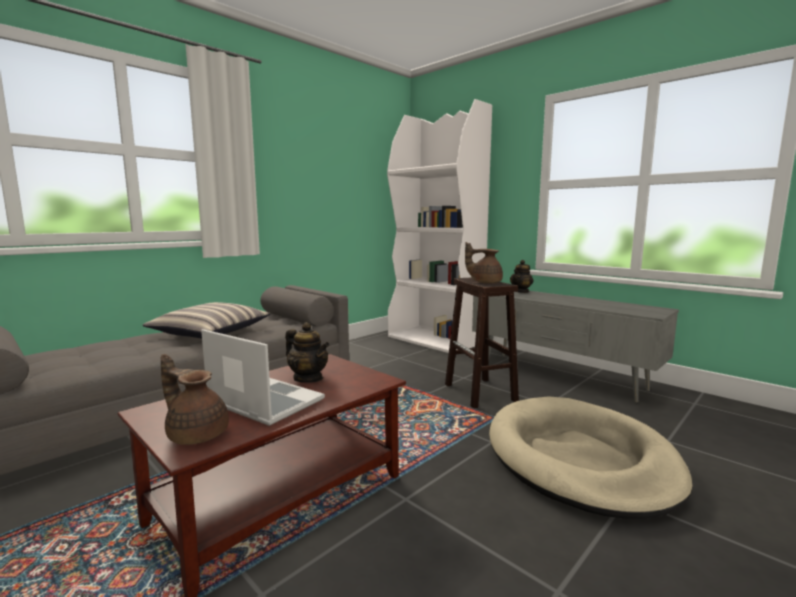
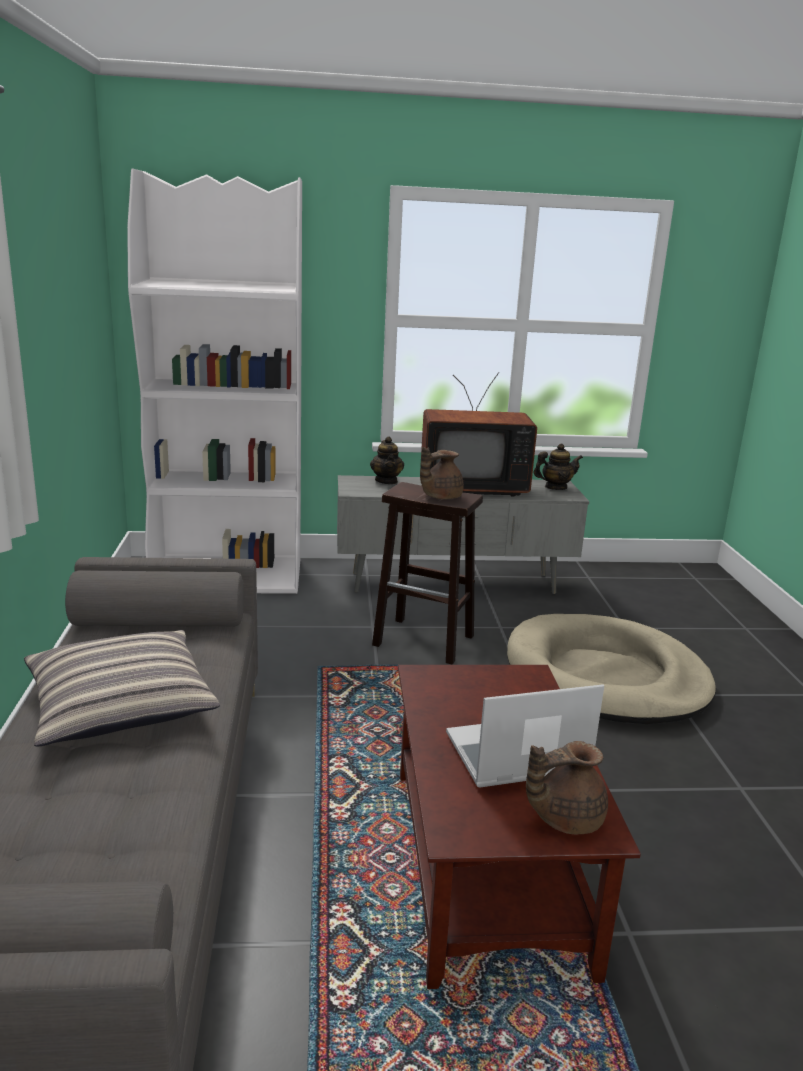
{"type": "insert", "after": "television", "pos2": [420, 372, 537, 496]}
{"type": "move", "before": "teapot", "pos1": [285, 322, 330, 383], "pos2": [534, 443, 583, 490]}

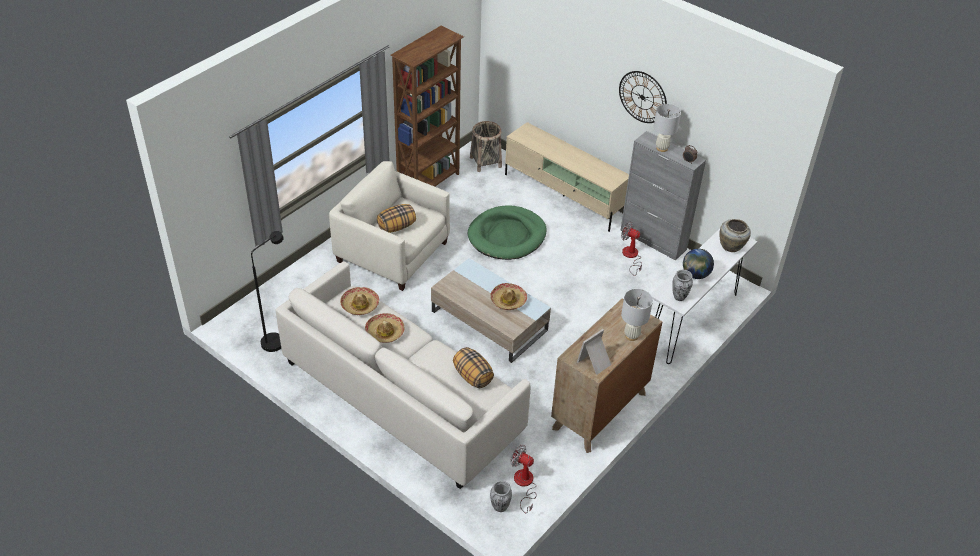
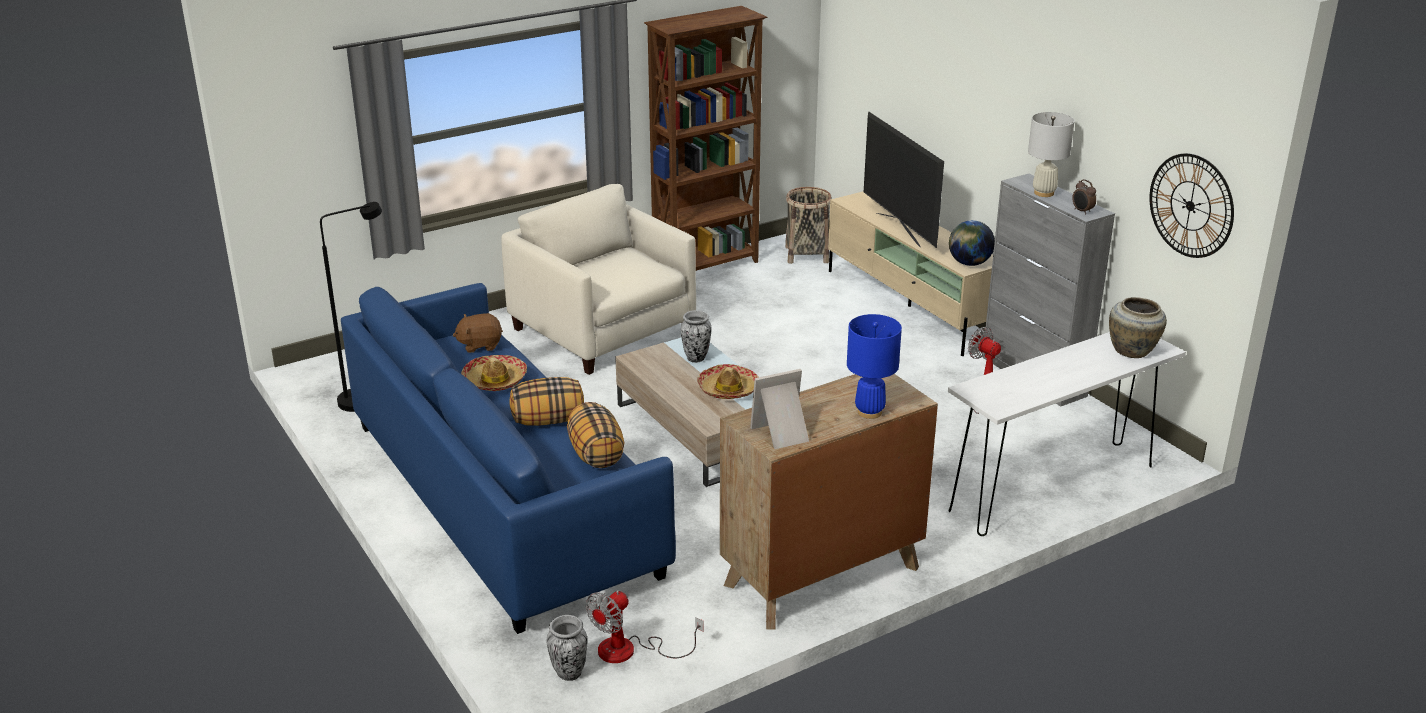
{"type": "delete", "before": "dog bed (green-coloured)", "pos1": [468, 205, 547, 260]}
{"type": "insert", "after": "television", "pos2": [864, 111, 944, 248]}
{"type": "move", "before": "throw pillow", "pos1": [377, 204, 416, 233], "pos2": [510, 377, 584, 426]}
{"type": "move", "before": "hanging clock", "pos1": [619, 71, 667, 123], "pos2": [1149, 153, 1234, 258]}
{"type": "move", "before": "flower vase", "pos1": [672, 270, 693, 301], "pos2": [681, 310, 712, 363]}
{"type": "move", "before": "world globe", "pos1": [683, 249, 714, 279], "pos2": [949, 220, 995, 266]}
{"type": "replace", "before": "clothing hat", "after": "plush toy (brown)", "pos1": [340, 287, 379, 315], "pos2": [453, 313, 503, 353]}
{"type": "recolor", "before": "sofa (whitish)", "after": "sofa (bluish)", "pos1": [276, 261, 530, 489], "pos2": [341, 283, 676, 634]}
{"type": "recolor", "before": "lamp for a table (whitish)", "after": "lamp for a table (bluish)", "pos1": [621, 289, 653, 341], "pos2": [847, 314, 902, 419]}
{"type": "rotate", "before": "cooling fan", "pos1": [510, 445, 537, 513], "pos2": [586, 590, 703, 663], "turn": -105}

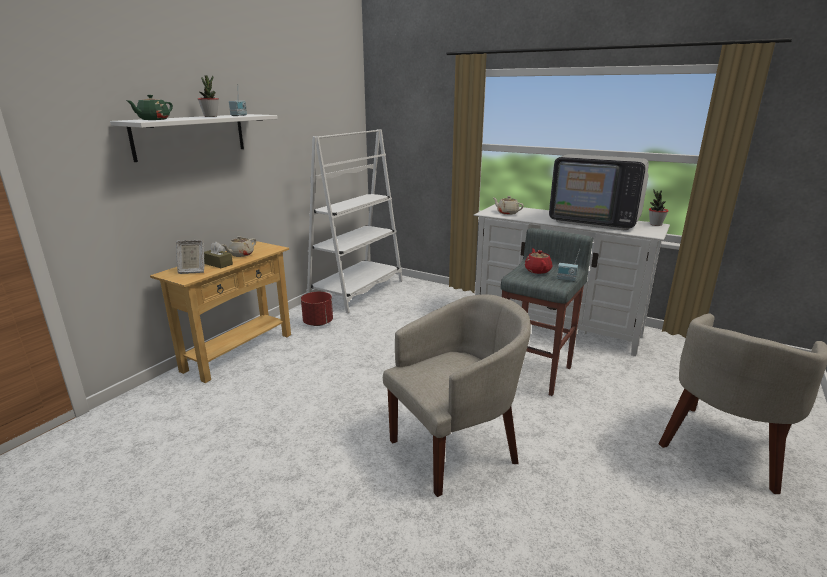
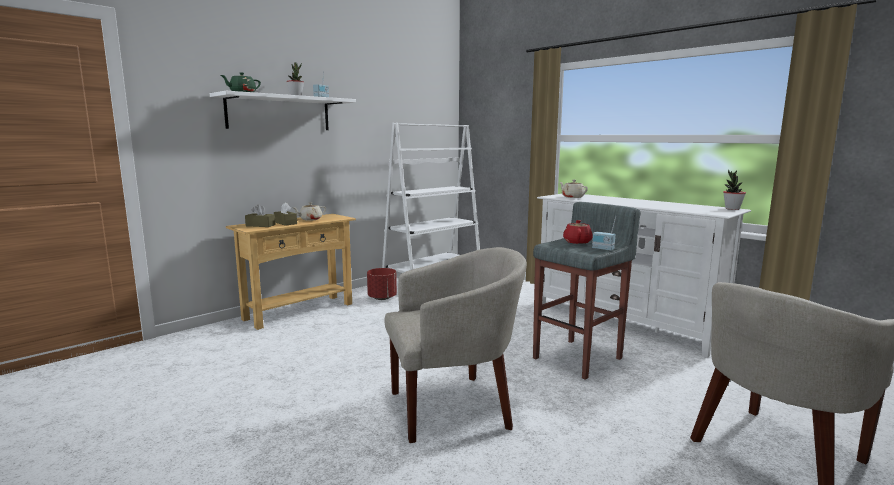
{"type": "delete", "before": "television", "pos1": [549, 154, 649, 230]}
{"type": "replace", "before": "standing frame", "after": "tissue holder (brown)", "pos1": [176, 240, 204, 274], "pos2": [245, 204, 275, 227]}

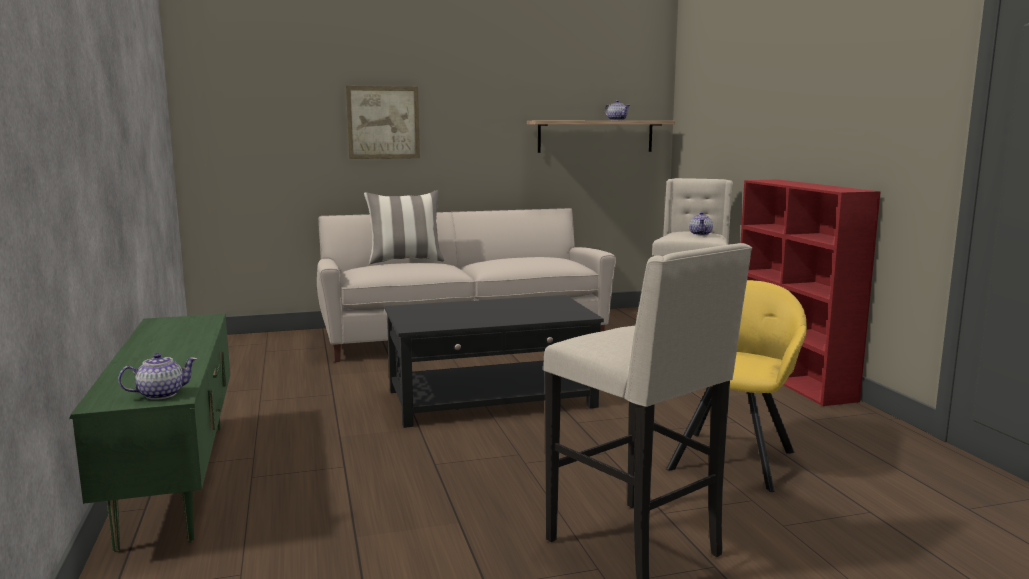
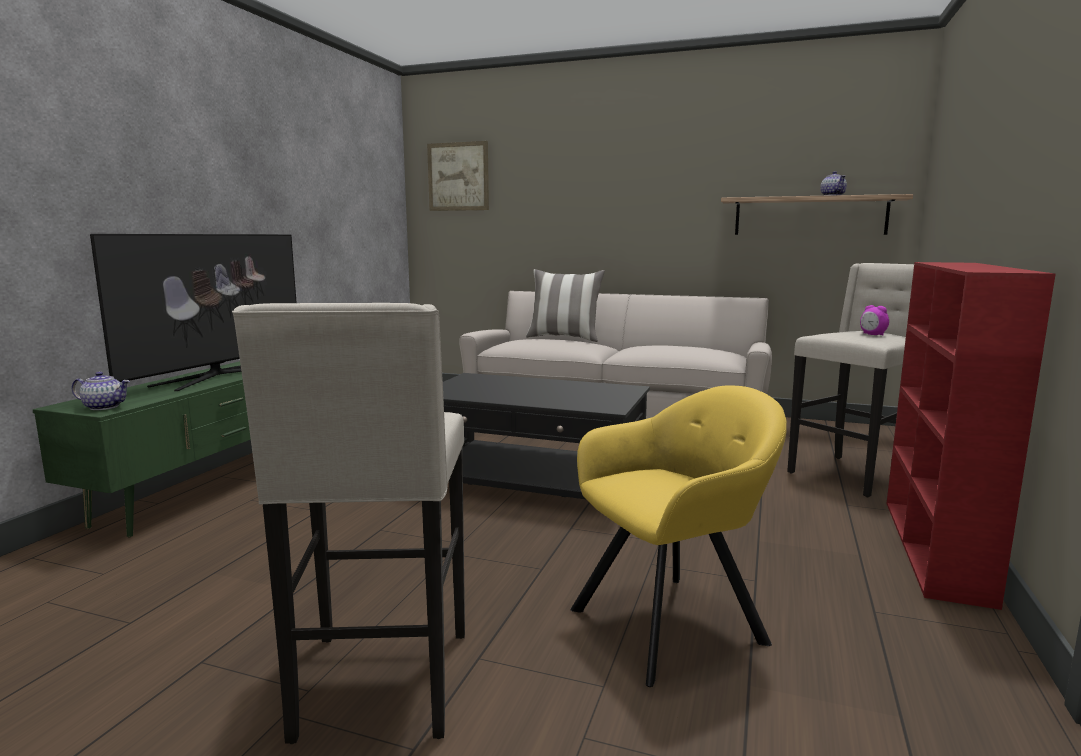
{"type": "insert", "after": "television", "pos2": [90, 234, 297, 391]}
{"type": "move", "before": "wall art", "pos1": [346, 86, 420, 159], "pos2": [427, 141, 489, 211]}
{"type": "replace", "before": "teapot", "after": "alarm clock", "pos1": [689, 212, 713, 235], "pos2": [860, 305, 889, 335]}

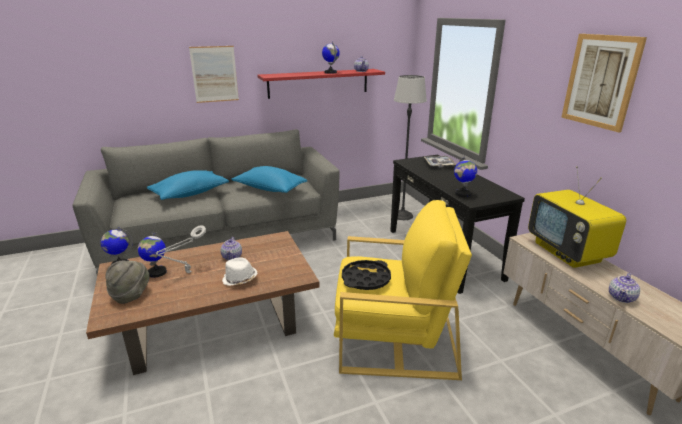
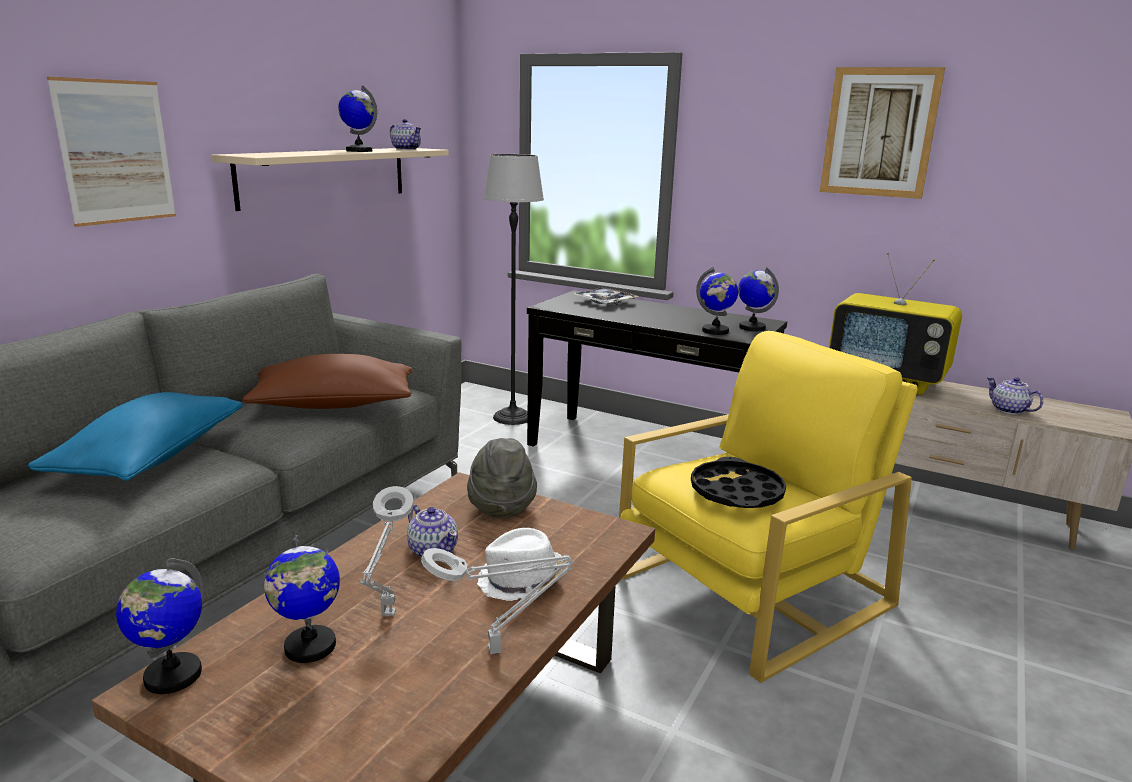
{"type": "insert", "after": "lamp for a table (gray)", "pos2": [421, 548, 573, 654]}
{"type": "insert", "after": "world globe", "pos2": [738, 267, 779, 331]}
{"type": "move", "before": "clothing hat (gray)", "pos1": [105, 261, 150, 304], "pos2": [467, 438, 537, 518]}
{"type": "recolor", "before": "throw pillow (bluish)", "after": "throw pillow (brown)", "pos1": [231, 166, 308, 193], "pos2": [242, 354, 413, 409]}
{"type": "recolor", "before": "shelf (red)", "after": "shelf (beige)", "pos1": [257, 69, 385, 99], "pos2": [211, 148, 449, 211]}
{"type": "rotate", "before": "teapot", "pos1": [609, 273, 640, 303], "pos2": [987, 377, 1044, 414], "turn": 150}

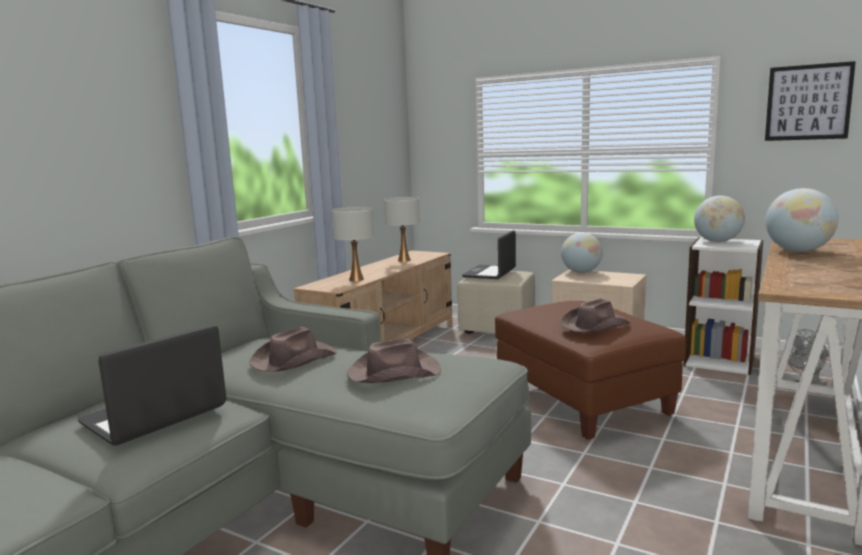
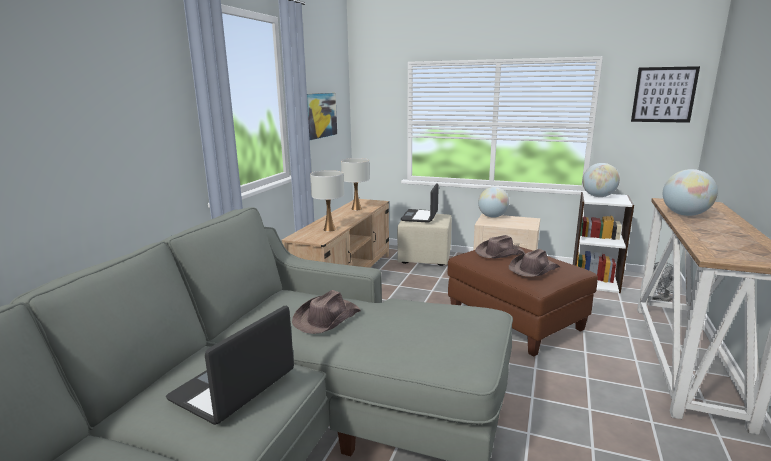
{"type": "insert", "after": "wall art", "pos2": [307, 93, 337, 140]}
{"type": "move", "before": "clothing hat (brown)", "pos1": [347, 338, 441, 383], "pos2": [475, 235, 525, 258]}

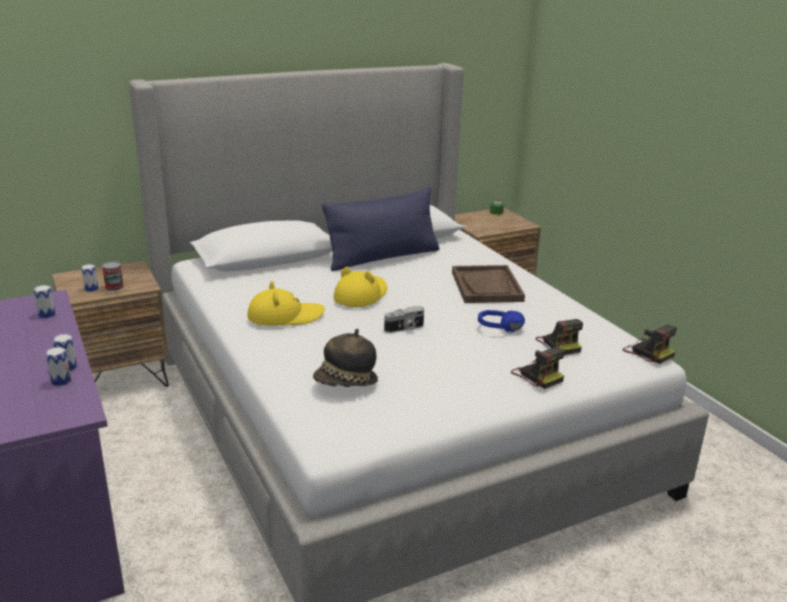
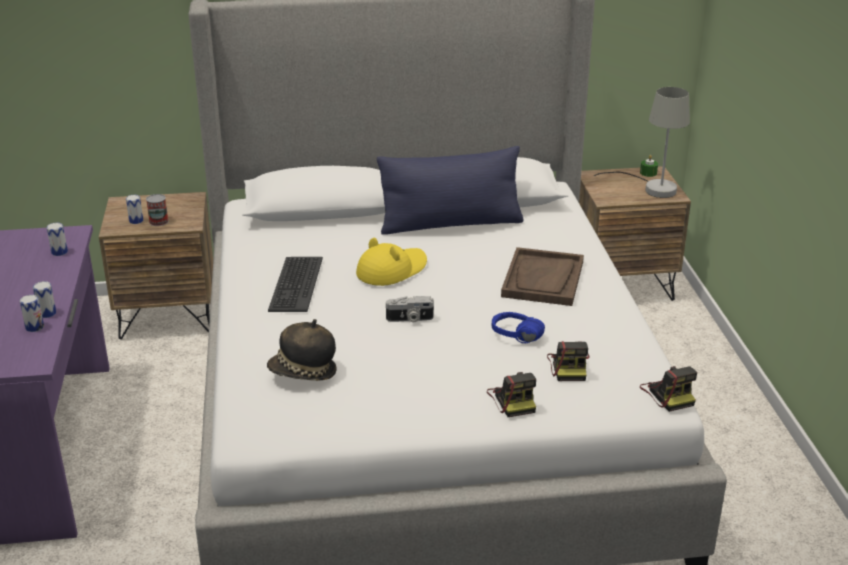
{"type": "insert", "after": "lamp for a table (gray)", "pos2": [594, 87, 690, 198]}
{"type": "replace", "before": "clothing hat (yellow)", "after": "PC keyboard", "pos1": [247, 281, 325, 326], "pos2": [268, 257, 323, 312]}

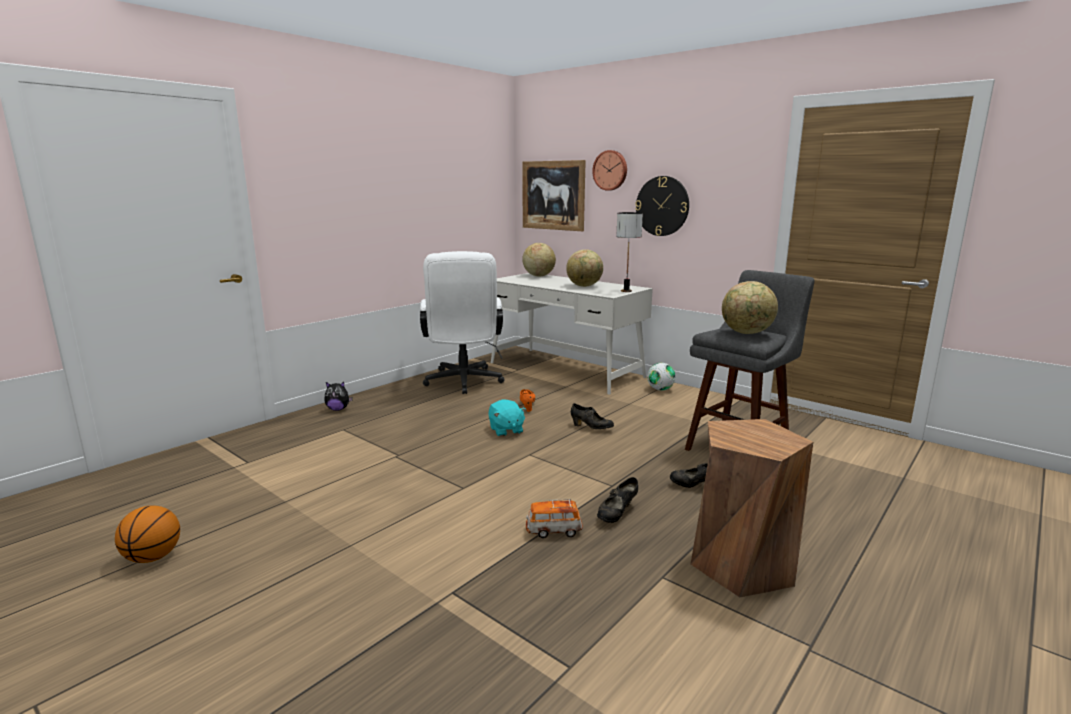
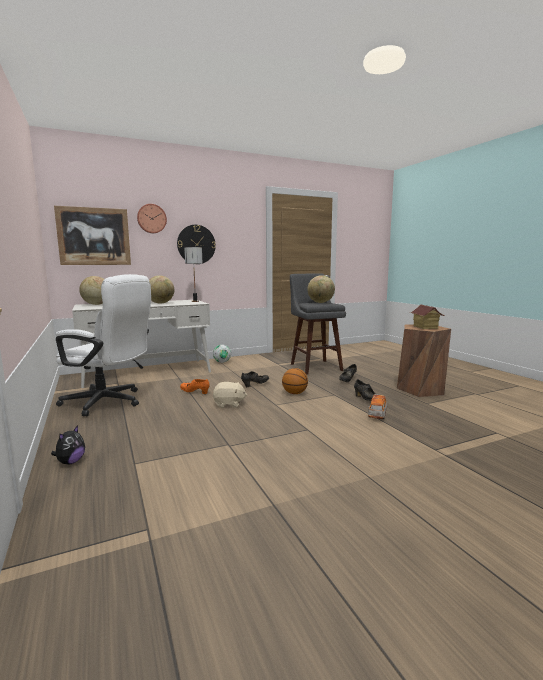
{"type": "insert", "after": "miniature house", "pos2": [410, 304, 444, 329]}
{"type": "move", "before": "basketball", "pos1": [115, 505, 180, 563], "pos2": [282, 368, 308, 394]}
{"type": "recolor", "before": "plush toy (blue-green)", "after": "plush toy (beige)", "pos1": [488, 399, 527, 437], "pos2": [213, 382, 247, 408]}

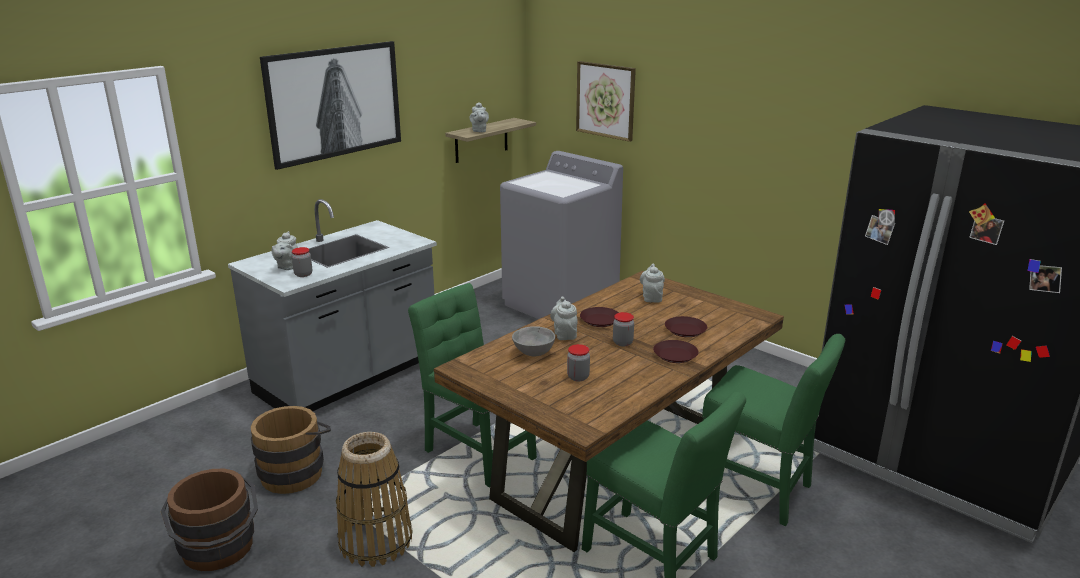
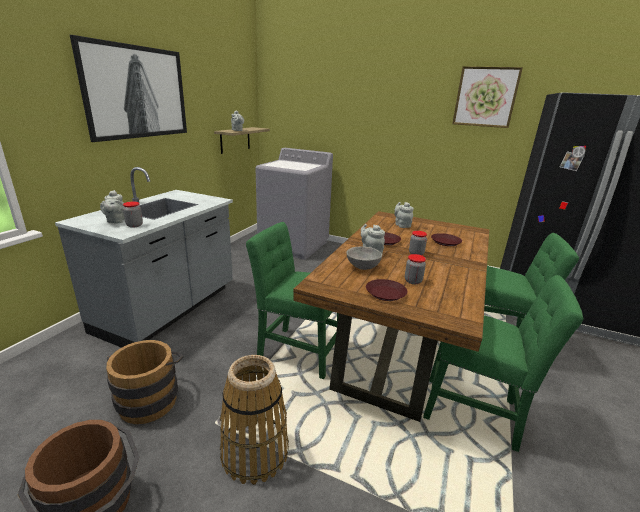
{"type": "move", "before": "wall art", "pos1": [576, 61, 636, 142], "pos2": [452, 66, 523, 128]}
{"type": "move", "before": "flat dish (brown)", "pos1": [653, 340, 699, 363], "pos2": [366, 279, 407, 301]}

